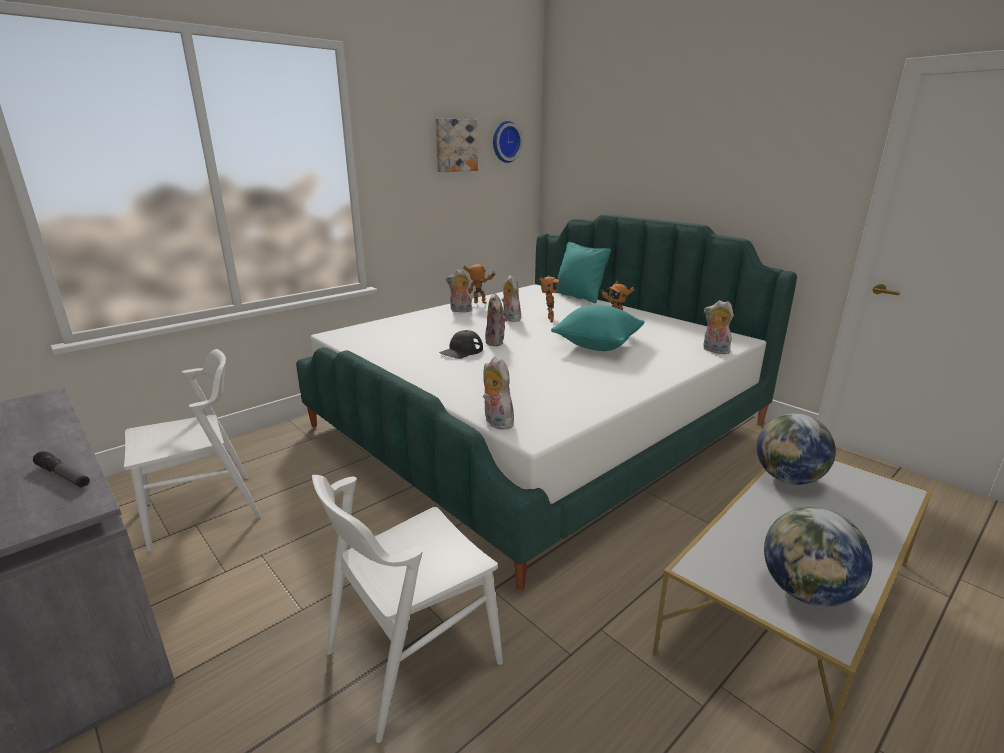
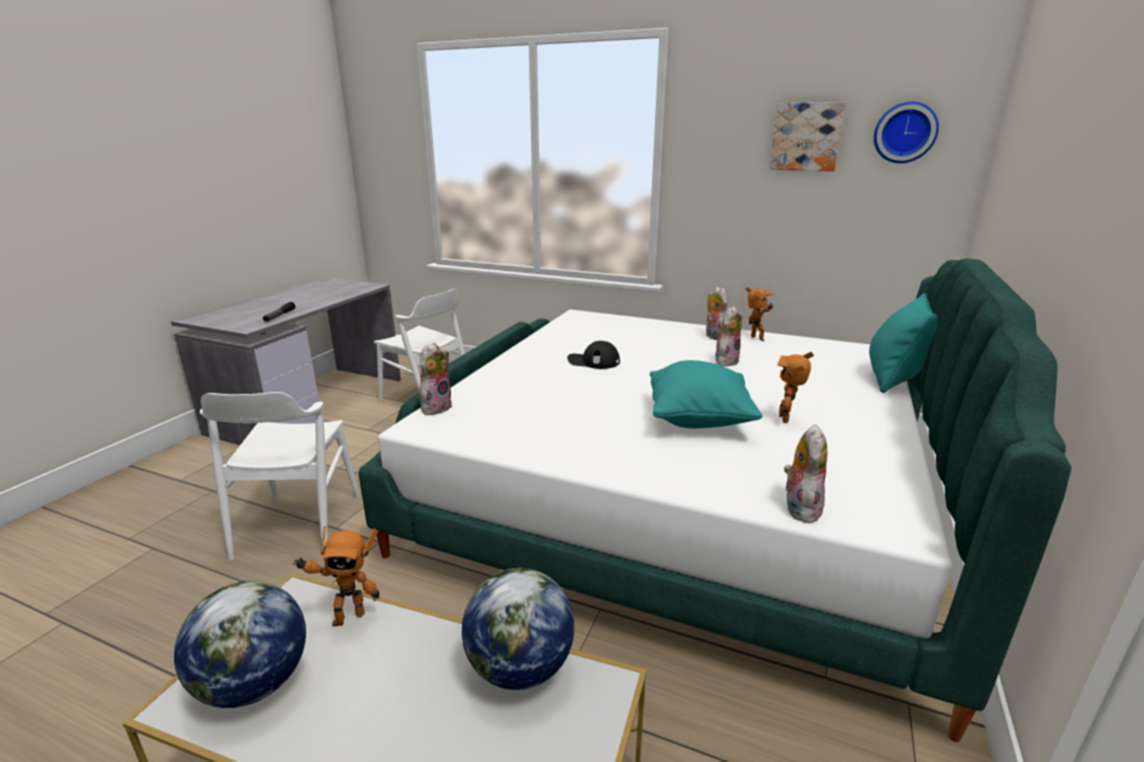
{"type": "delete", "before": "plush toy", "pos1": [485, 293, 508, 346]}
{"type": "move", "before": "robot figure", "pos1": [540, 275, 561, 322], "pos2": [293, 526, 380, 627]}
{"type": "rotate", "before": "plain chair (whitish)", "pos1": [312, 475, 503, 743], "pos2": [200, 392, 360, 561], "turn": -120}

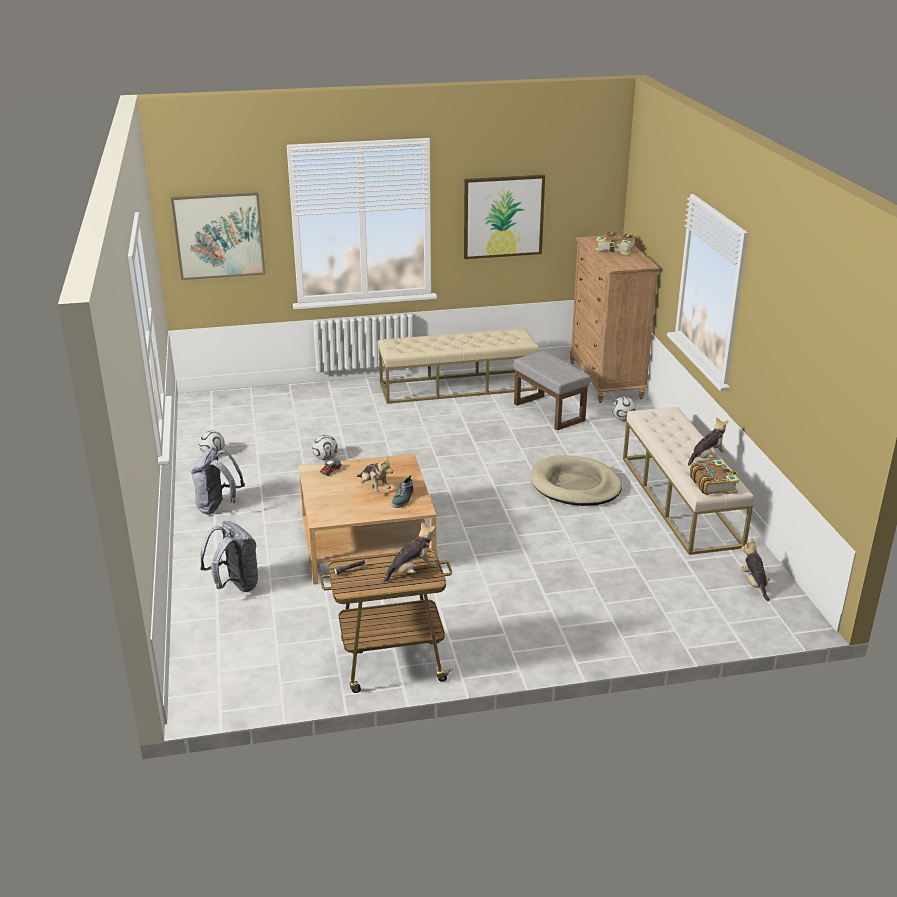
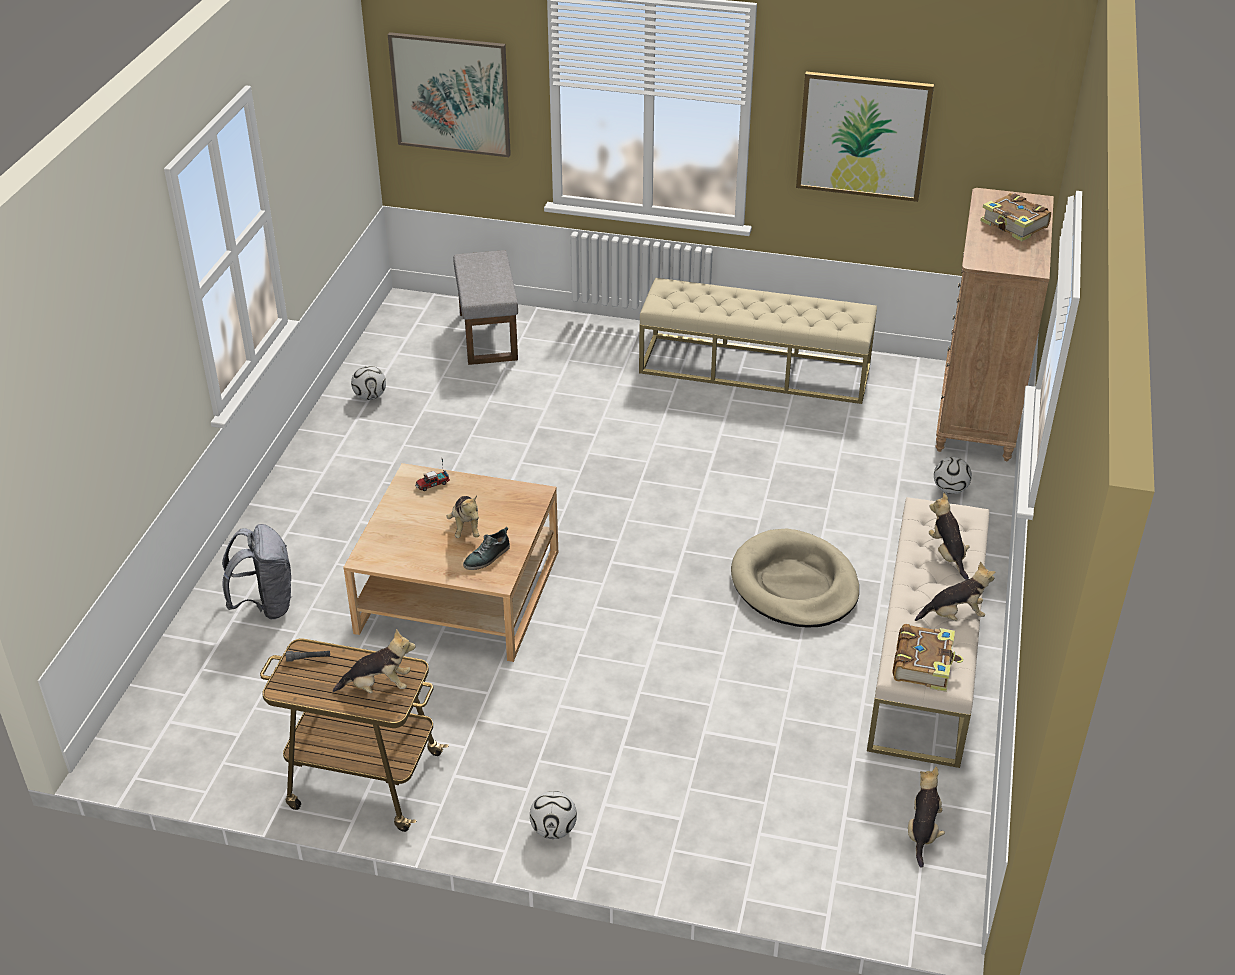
{"type": "delete", "before": "knapsack (gray)", "pos1": [191, 448, 245, 515]}
{"type": "insert", "after": "plush toy", "pos2": [929, 493, 969, 580]}
{"type": "move", "before": "football ball", "pos1": [312, 435, 338, 460], "pos2": [530, 791, 577, 839]}
{"type": "move", "before": "pouffe (gray)", "pos1": [513, 351, 590, 430], "pos2": [453, 250, 518, 365]}

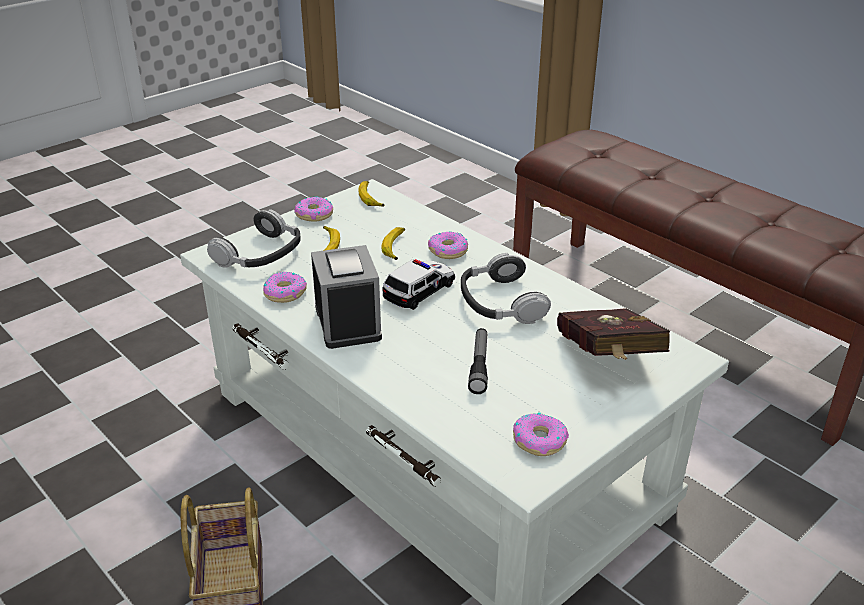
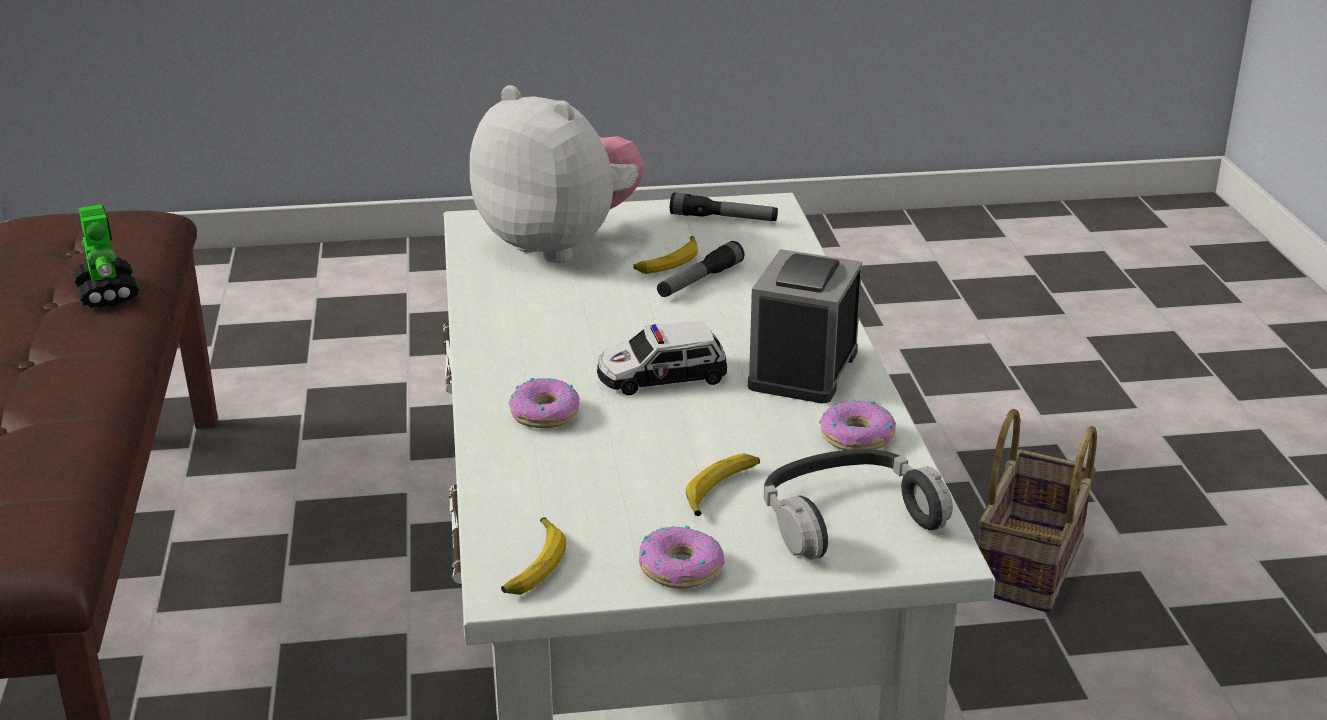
{"type": "delete", "before": "headphones", "pos1": [461, 253, 551, 324]}
{"type": "insert", "after": "robot figure", "pos2": [72, 204, 139, 308]}
{"type": "move", "before": "banana", "pos1": [382, 227, 405, 260], "pos2": [633, 236, 698, 274]}
{"type": "replace", "before": "ring doughnut", "after": "flashlight", "pos1": [513, 412, 569, 456], "pos2": [670, 192, 778, 221]}
{"type": "replace", "before": "book (red)", "after": "plush toy", "pos1": [557, 308, 670, 360], "pos2": [470, 85, 644, 263]}

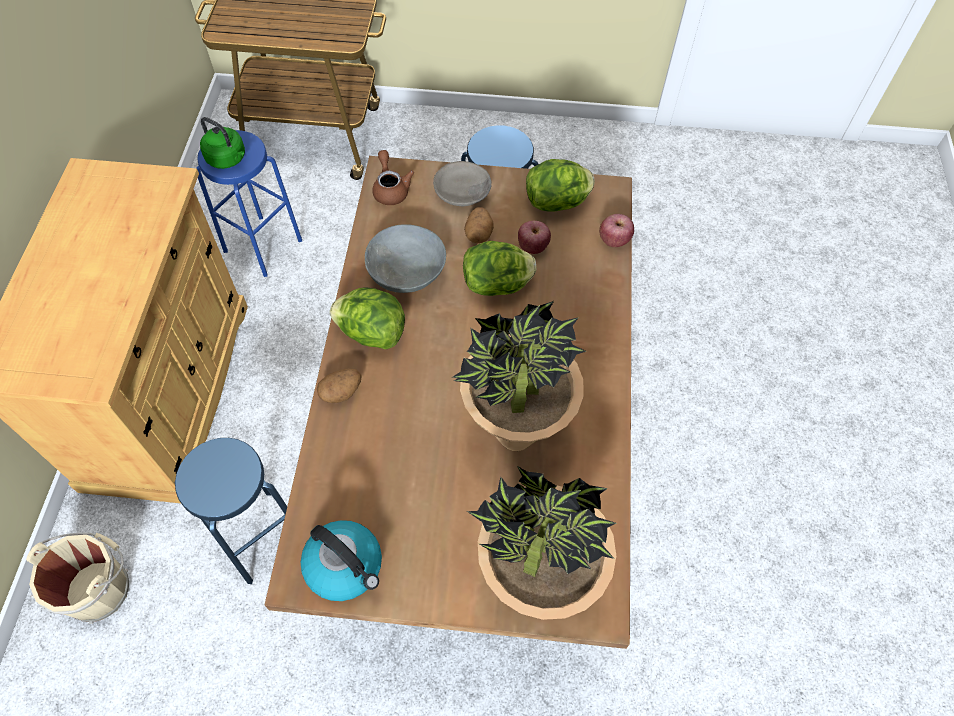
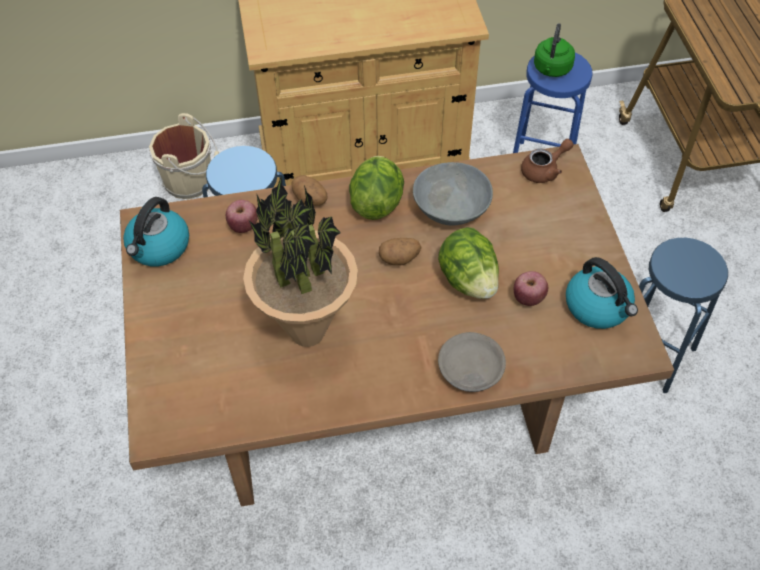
{"type": "delete", "before": "houseplant", "pos1": [467, 466, 616, 620]}
{"type": "move", "before": "bowl (gray)", "pos1": [433, 161, 492, 206], "pos2": [438, 332, 506, 392]}
{"type": "move", "before": "spud", "pos1": [464, 207, 494, 243], "pos2": [379, 238, 422, 266]}
{"type": "move", "before": "apple fruit", "pos1": [599, 214, 634, 247], "pos2": [226, 200, 258, 233]}
{"type": "replace", "before": "lettuce head", "after": "water kettle", "pos1": [526, 159, 595, 212], "pos2": [566, 257, 638, 329]}

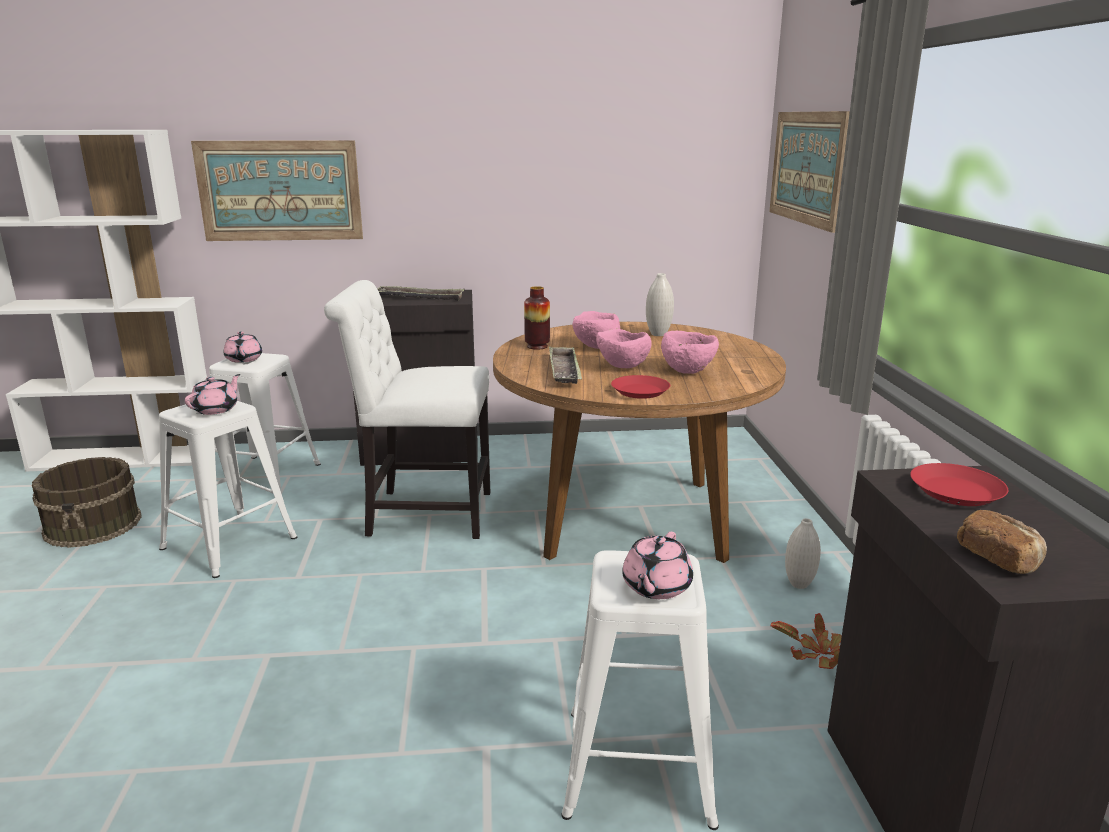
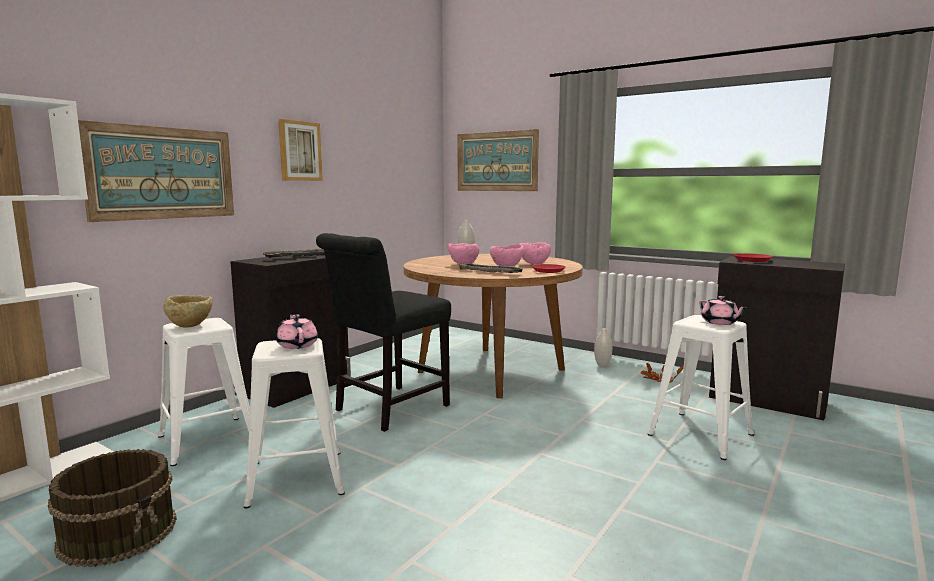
{"type": "delete", "before": "flower vase", "pos1": [524, 286, 550, 350]}
{"type": "delete", "before": "bakery bread", "pos1": [957, 510, 1047, 574]}
{"type": "insert", "after": "wall art", "pos2": [278, 119, 323, 181]}
{"type": "replace", "before": "teapot (pink)", "after": "bowl (beige)", "pos1": [224, 331, 262, 363], "pos2": [163, 295, 213, 327]}
{"type": "recolor", "before": "plain chair (whitish)", "after": "plain chair (black)", "pos1": [324, 280, 490, 539], "pos2": [316, 233, 451, 432]}

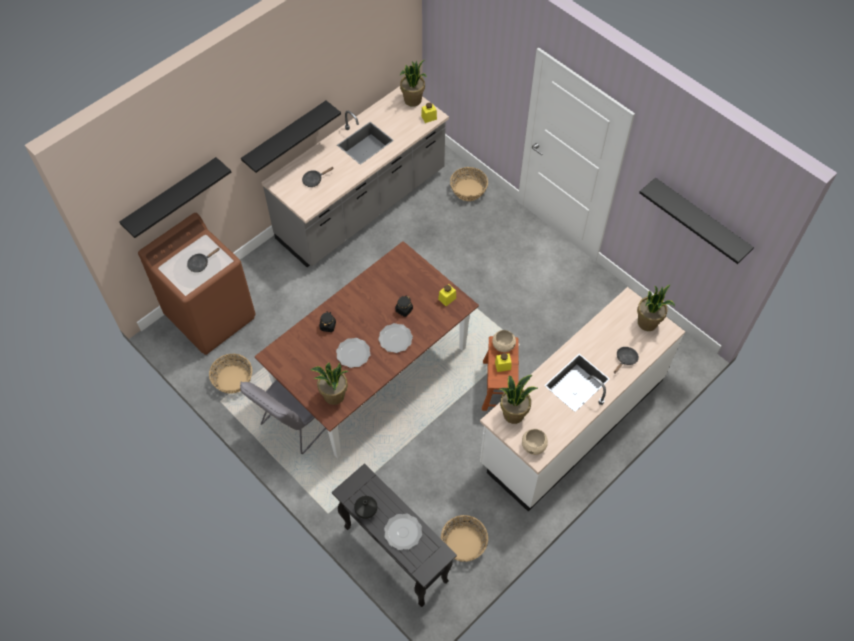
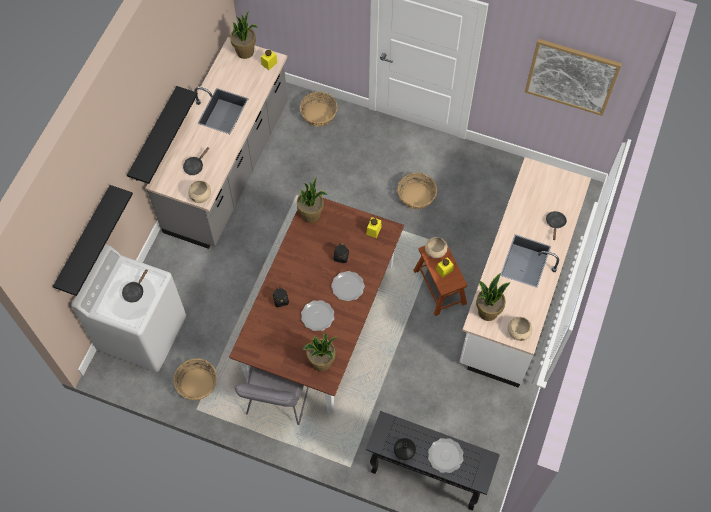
{"type": "insert", "after": "bowl (beige)", "pos2": [188, 180, 211, 203]}
{"type": "move", "before": "basket", "pos1": [441, 515, 488, 562], "pos2": [398, 172, 437, 209]}
{"type": "move", "before": "houseplant", "pos1": [637, 284, 675, 331], "pos2": [297, 177, 327, 223]}
{"type": "replace", "before": "shelf (black)", "after": "wall art", "pos1": [639, 178, 754, 264], "pos2": [525, 39, 622, 116]}
{"type": "recolor", "before": "laundry machine (brown)", "after": "laundry machine (whitish)", "pos1": [138, 213, 256, 355], "pos2": [71, 244, 186, 372]}

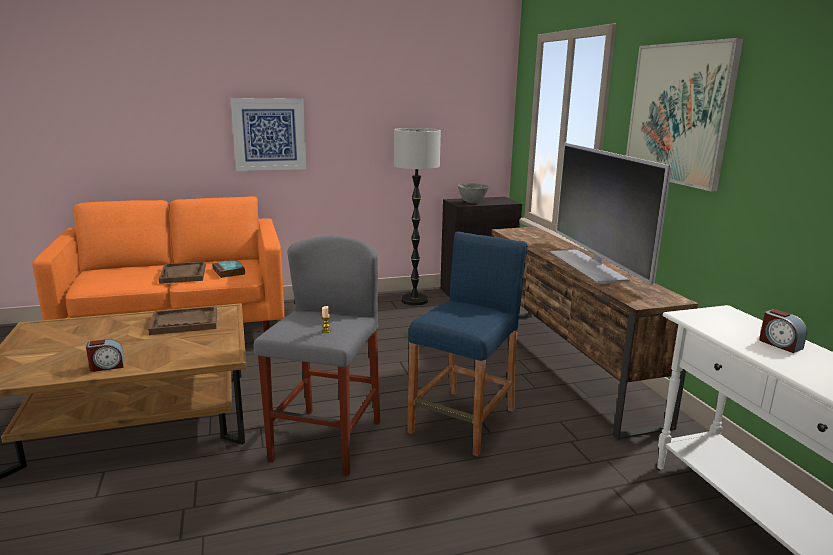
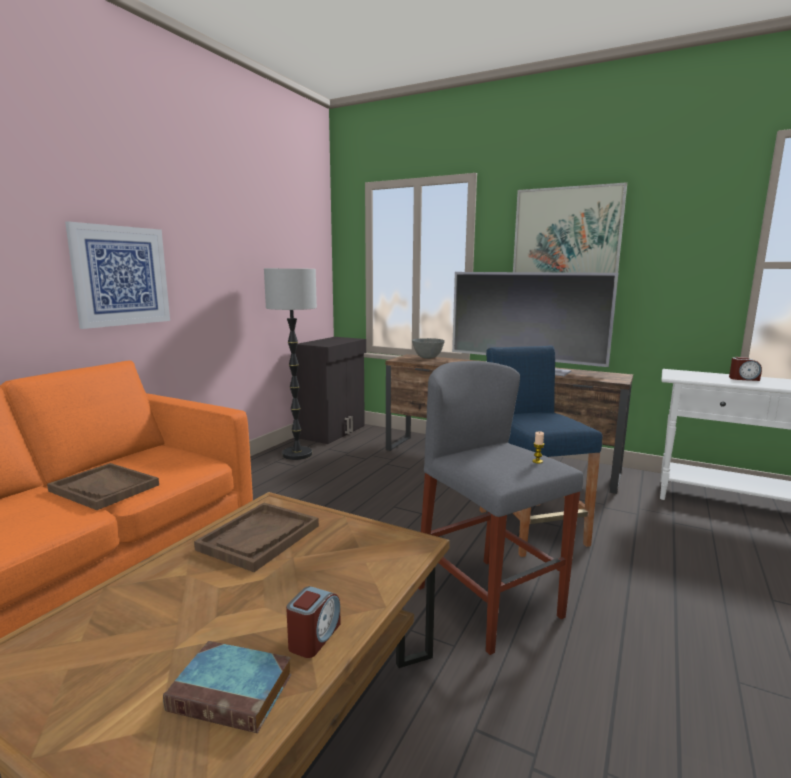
{"type": "move", "before": "book", "pos1": [212, 260, 245, 278], "pos2": [163, 641, 292, 733]}
{"type": "move", "before": "bowl (gray)", "pos1": [458, 183, 489, 203], "pos2": [412, 338, 445, 359]}

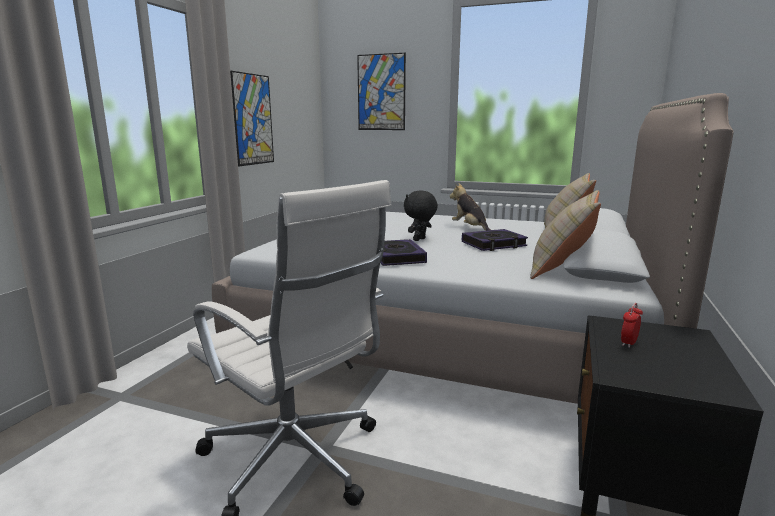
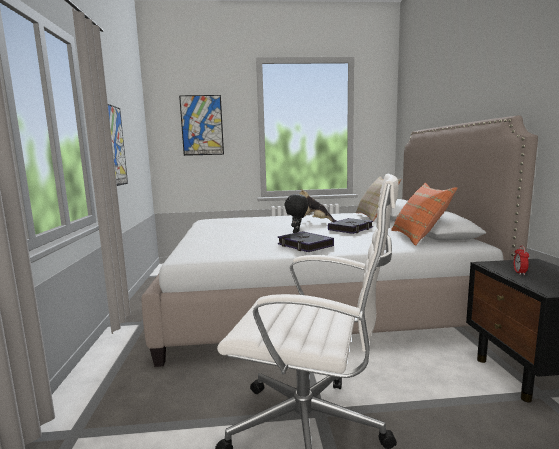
{"type": "recolor", "before": "throw pillow (beige)", "after": "throw pillow (orangey)", "pos1": [530, 190, 601, 279], "pos2": [391, 183, 457, 246]}

